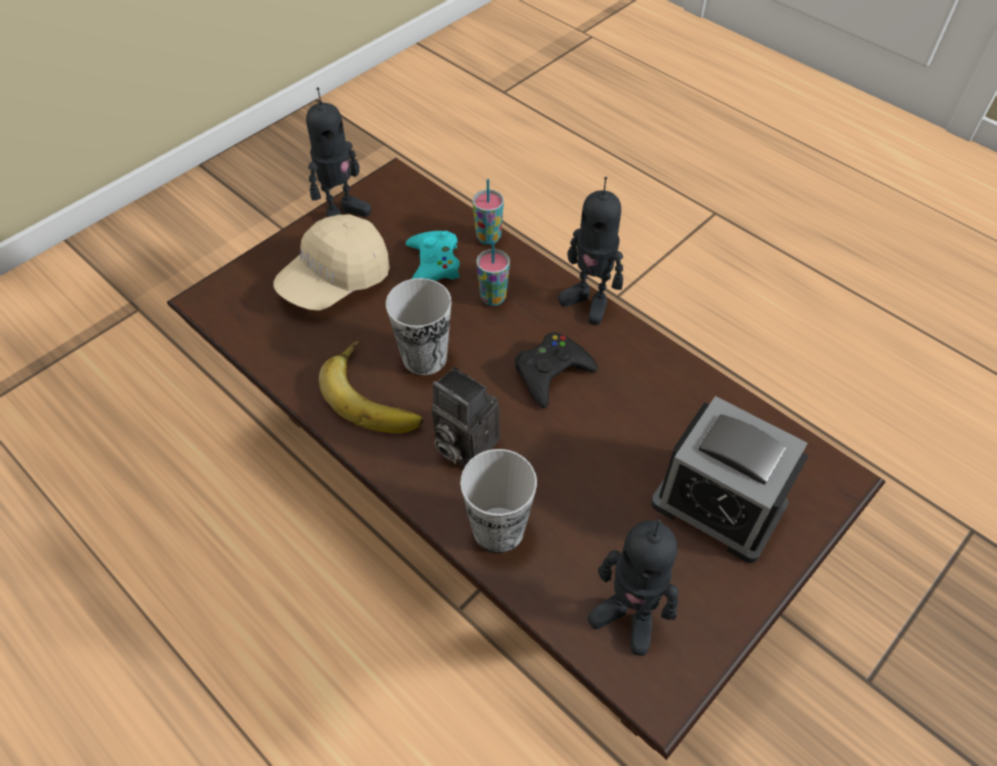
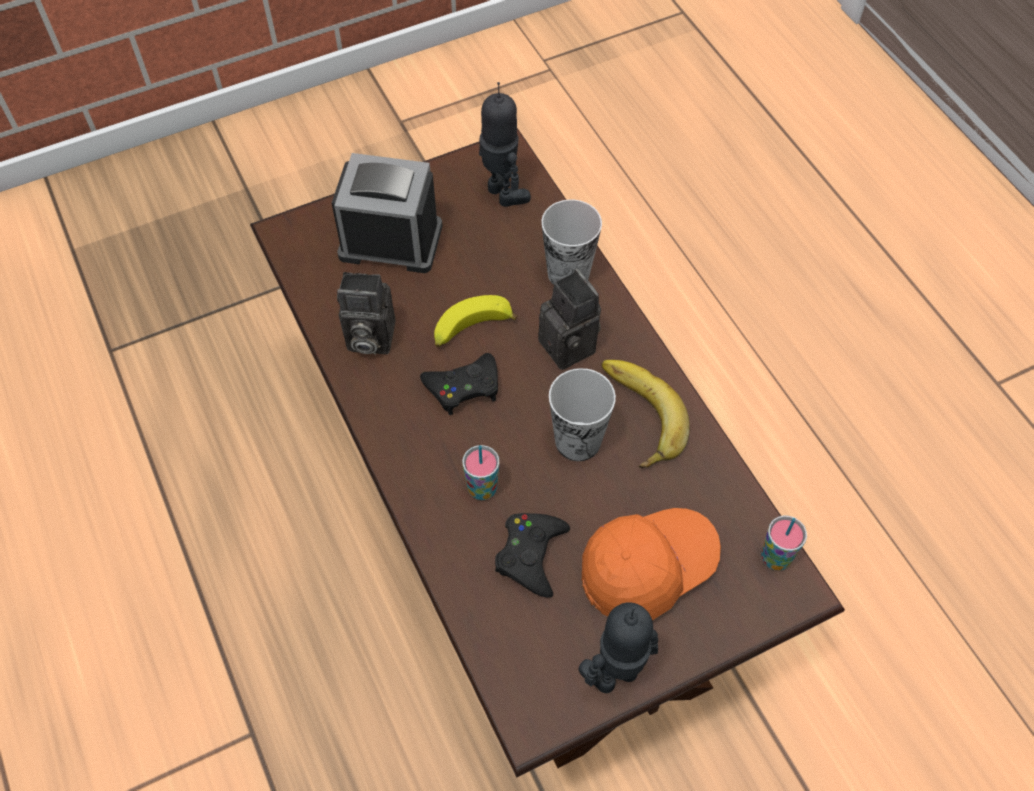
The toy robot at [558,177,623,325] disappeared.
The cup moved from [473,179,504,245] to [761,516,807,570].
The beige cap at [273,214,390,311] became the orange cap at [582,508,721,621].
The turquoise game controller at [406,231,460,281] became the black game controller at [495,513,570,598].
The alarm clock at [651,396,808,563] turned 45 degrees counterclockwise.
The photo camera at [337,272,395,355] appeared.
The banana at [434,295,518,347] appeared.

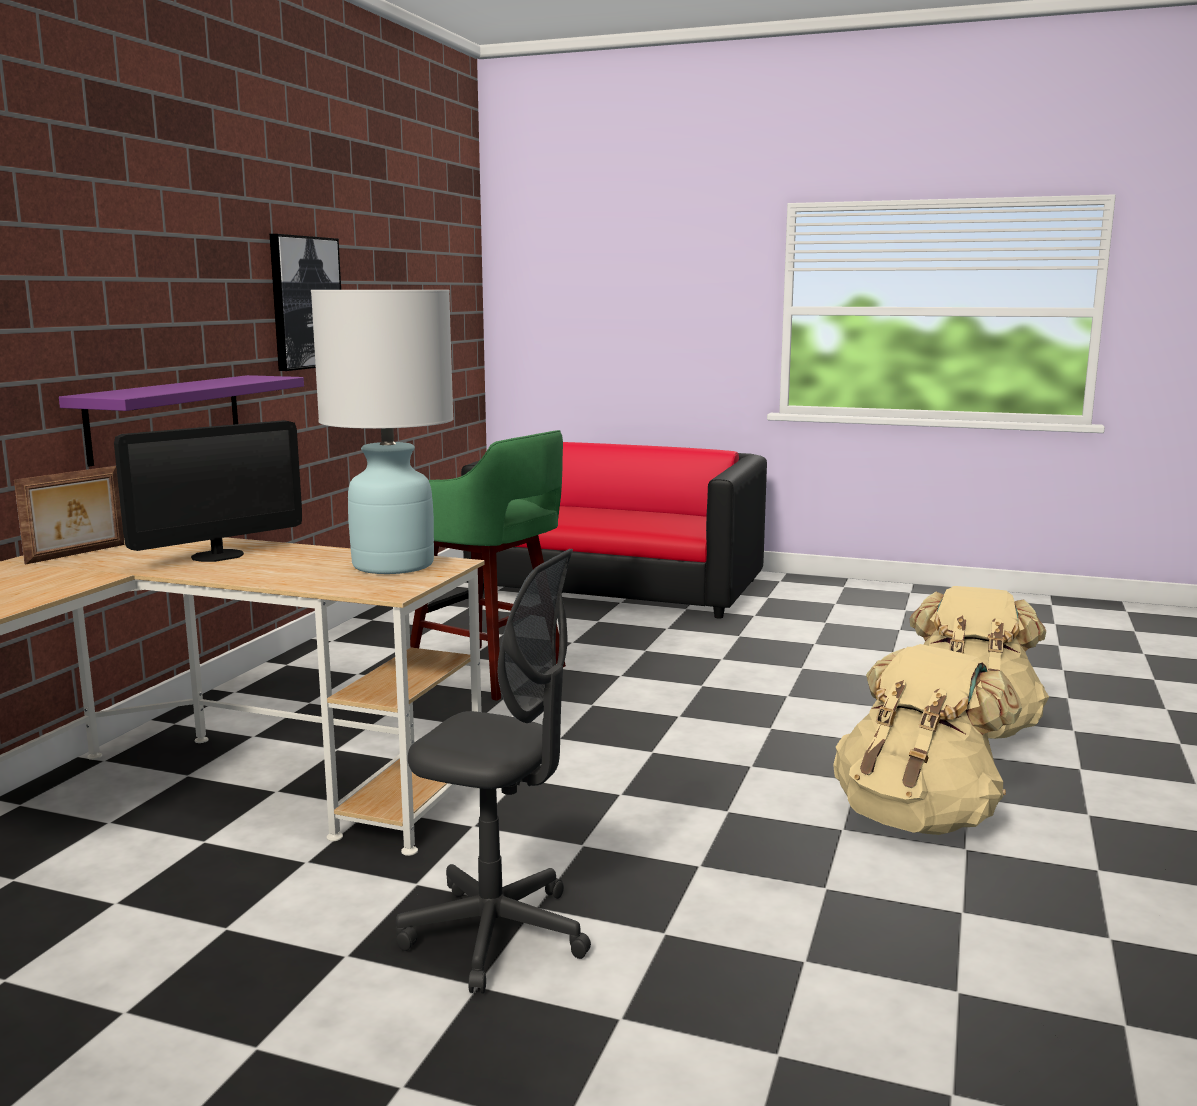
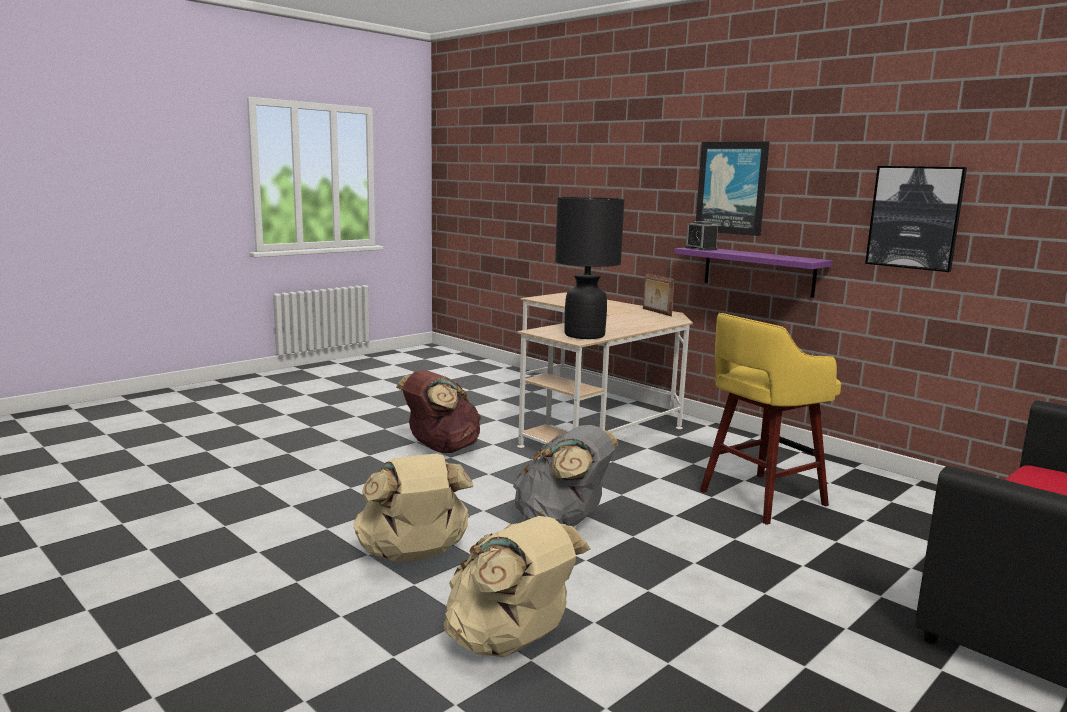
The white table lamp at [311,290,454,574] became the black table lamp at [555,197,625,339].
The monitor at [114,420,302,562] disappeared.
The green stool at [410,430,566,701] became the yellow stool at [700,313,841,525].
The grey office chair at [396,549,591,993] was replaced by the brown backpack at [396,370,481,453].
The picture at [696,142,770,236] appeared.
The alarm clock at [685,221,718,251] appeared.
The grey backpack at [513,425,618,527] appeared.

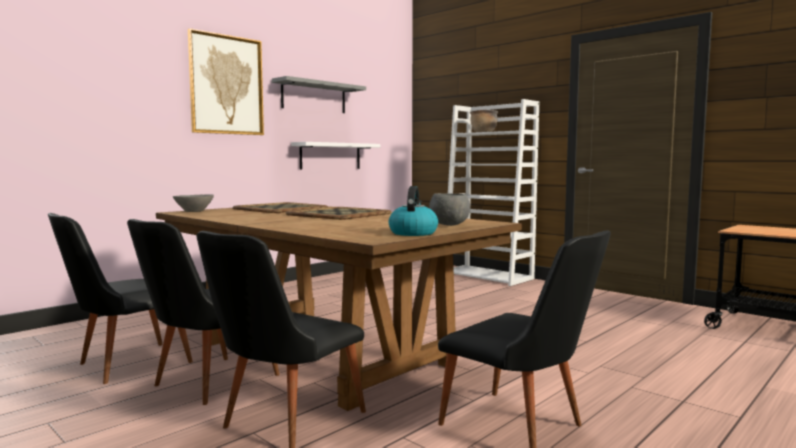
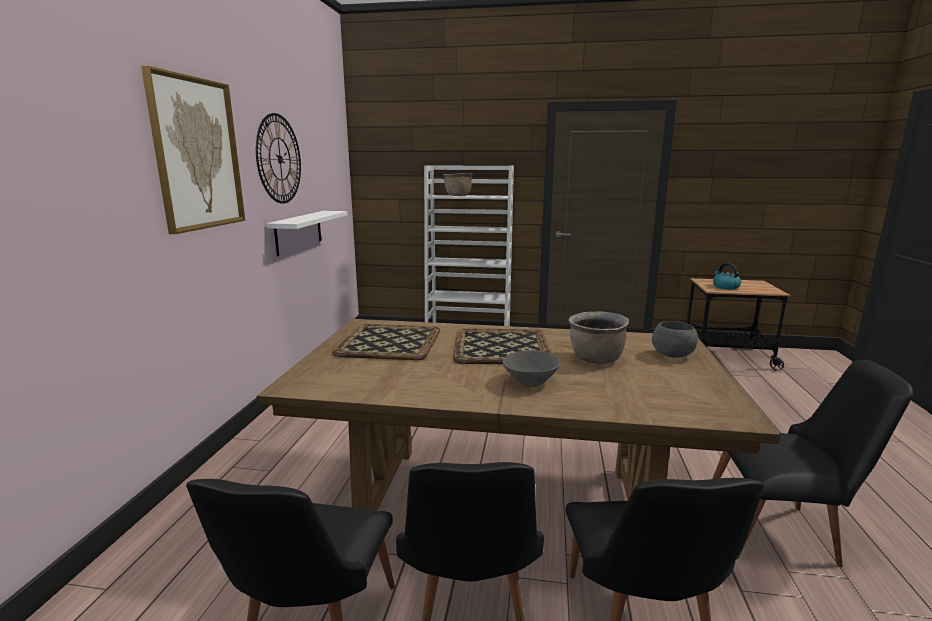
The grey shelf at [272,76,366,113] was replaced by the wall clock at [256,113,301,204].
The kettle moved from [389,186,438,236] to [713,263,741,290].
The grey bowl moved from [173,194,214,212] to [503,350,561,387].
The brown cooking pot at [568,312,629,364] appeared.

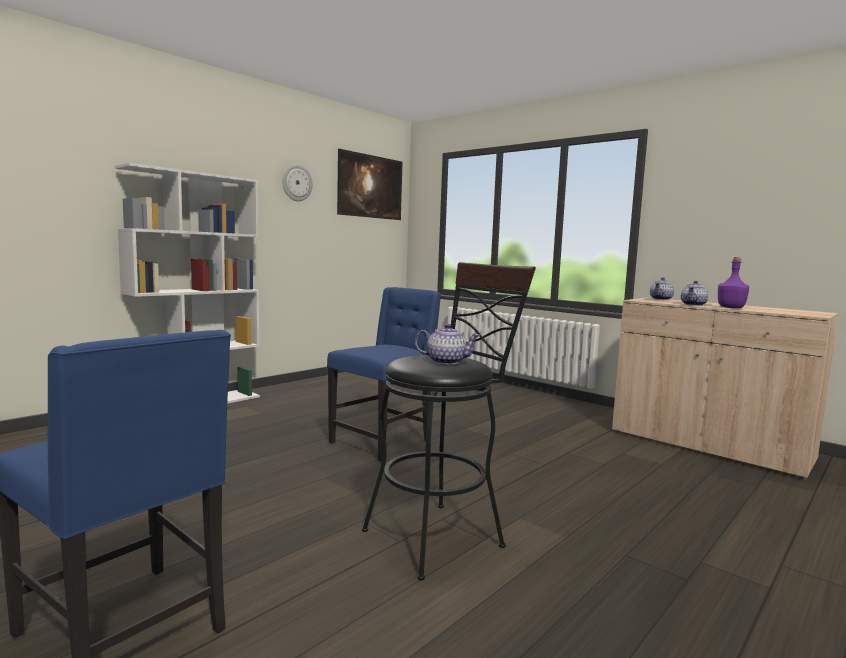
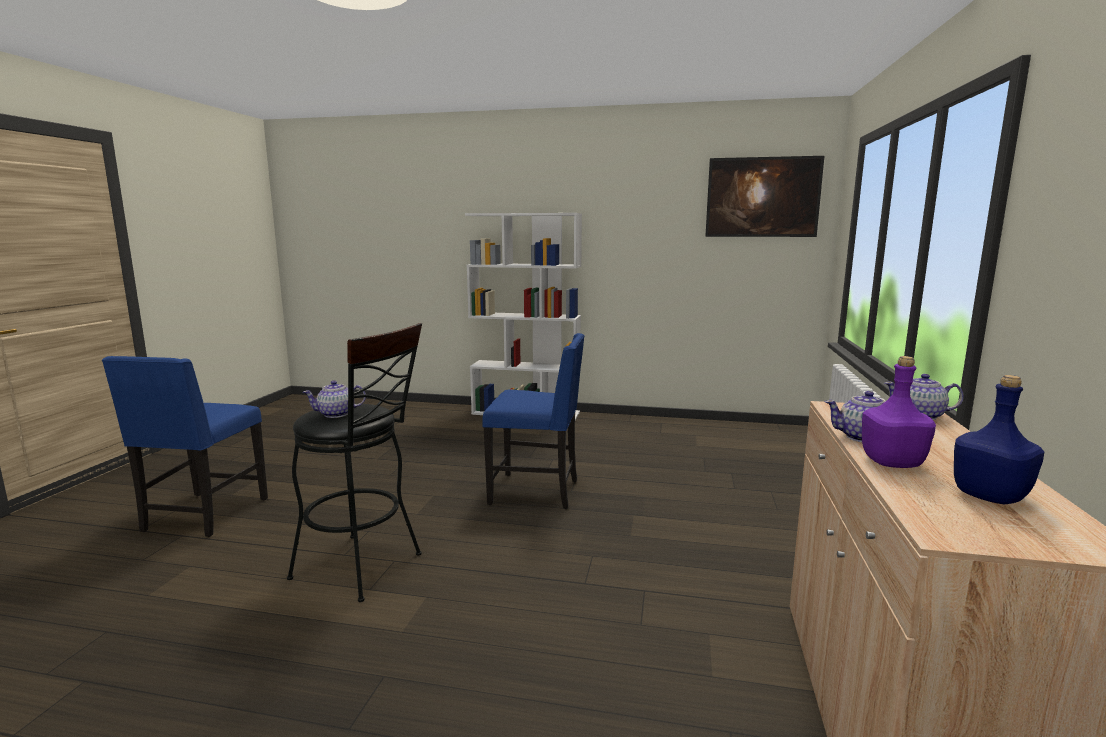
The wall clock at [282,164,313,201] disappeared.
The teapot at [415,324,481,365] turned 90 degrees clockwise.
The blue bottle at [954,375,1044,504] appeared.

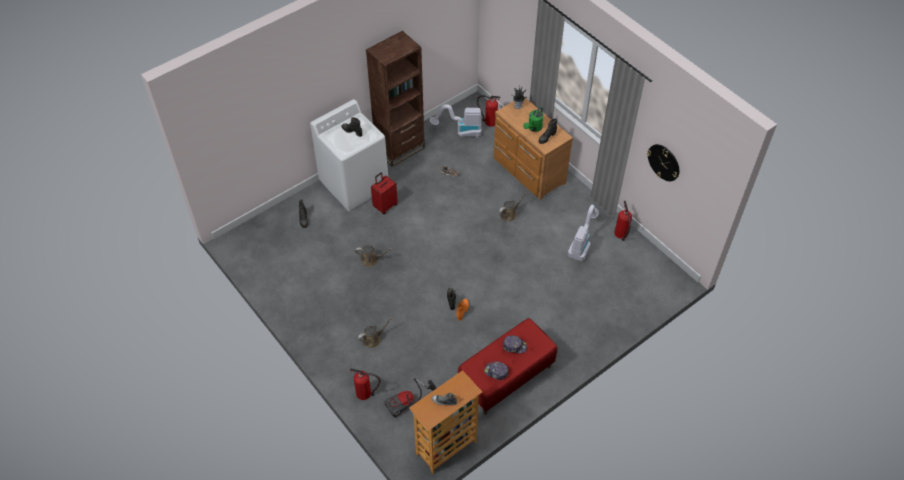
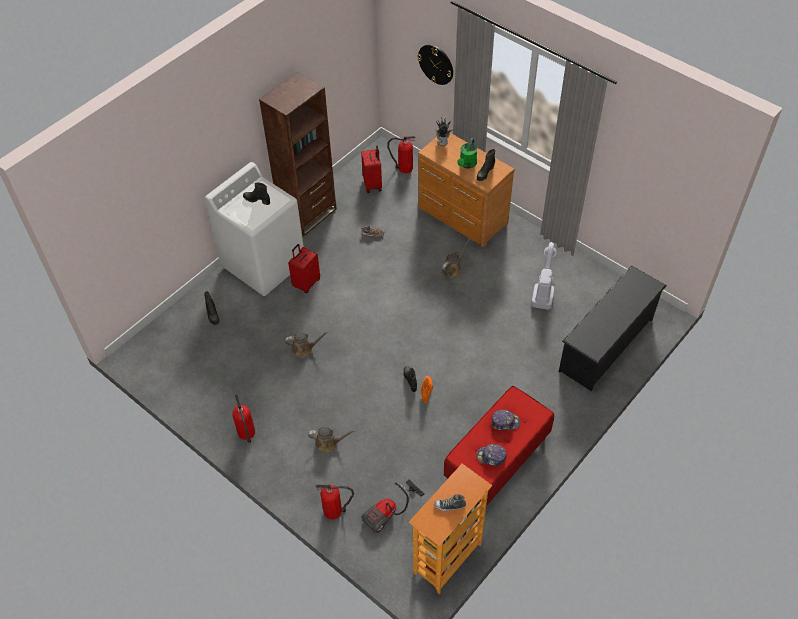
The vacuum cleaner at [430,104,481,138] was replaced by the red suitcase at [361,146,382,193].
The wall clock moved from [647,144,679,181] to [417,44,453,85].
The fire extinguisher moved from [615,201,632,241] to [232,395,255,443].
The brown watering can at [358,316,393,348] turned 45 degrees clockwise.
The black shoe rack at [559,266,667,391] appeared.

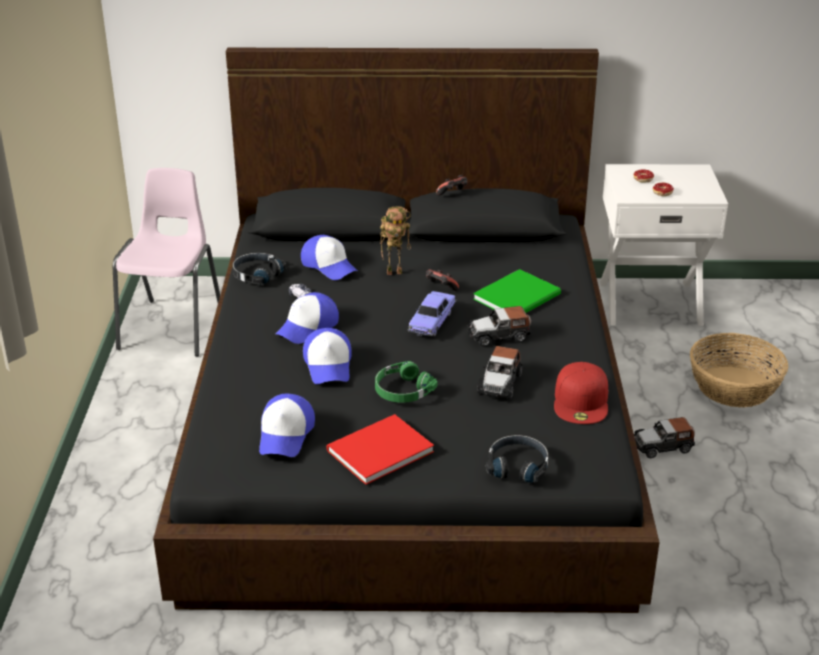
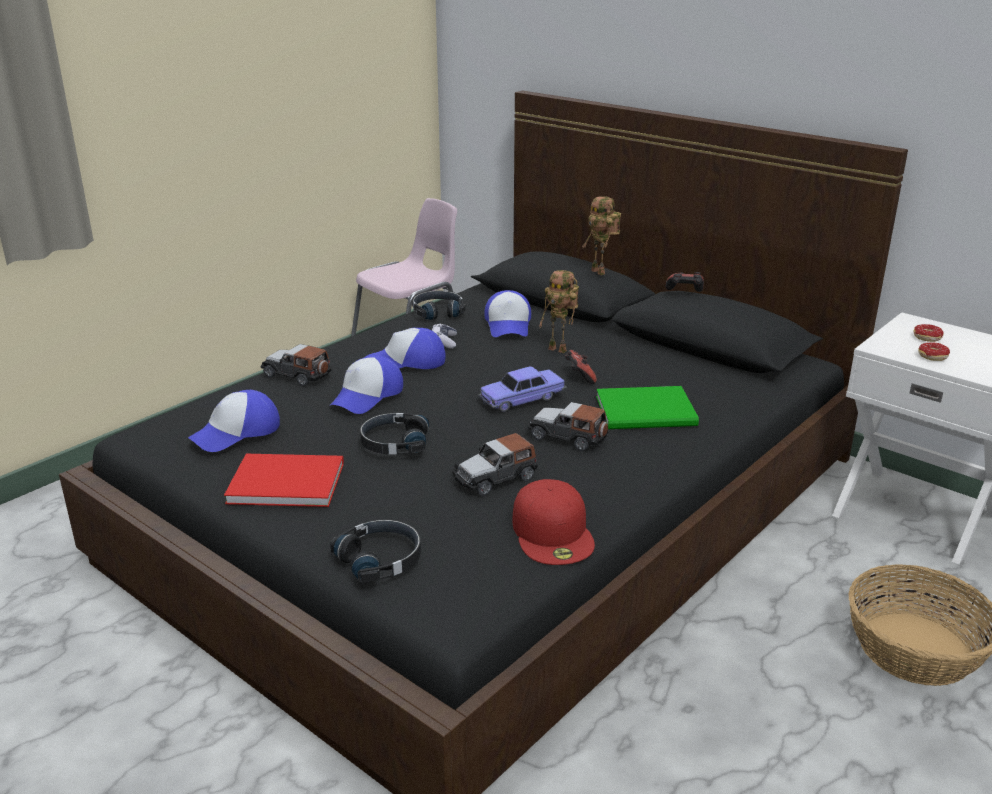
The green headphones at [375,361,438,403] became the black headphones at [360,413,430,455].
The red cap at [554,362,609,424] turned 60 degrees counterclockwise.
The toy car moved from [634,417,695,458] to [261,344,332,386].
The toy robot at [582,196,621,275] appeared.

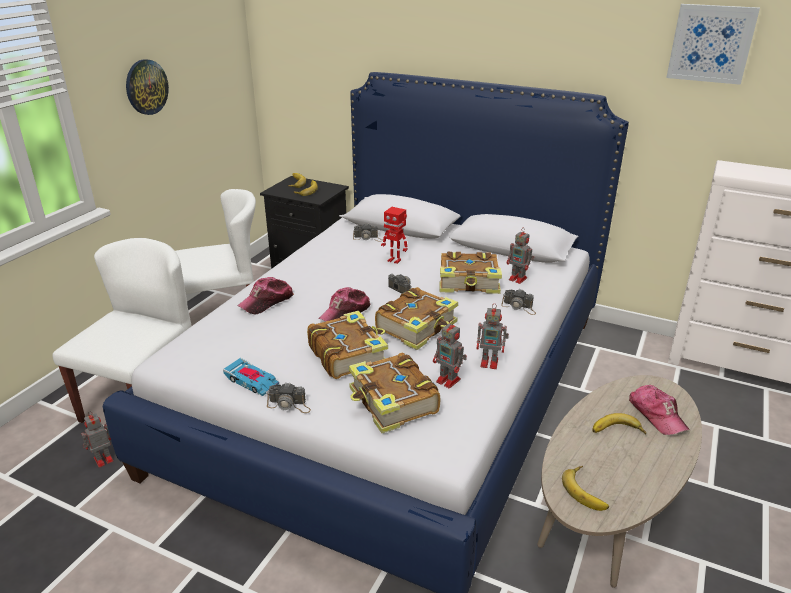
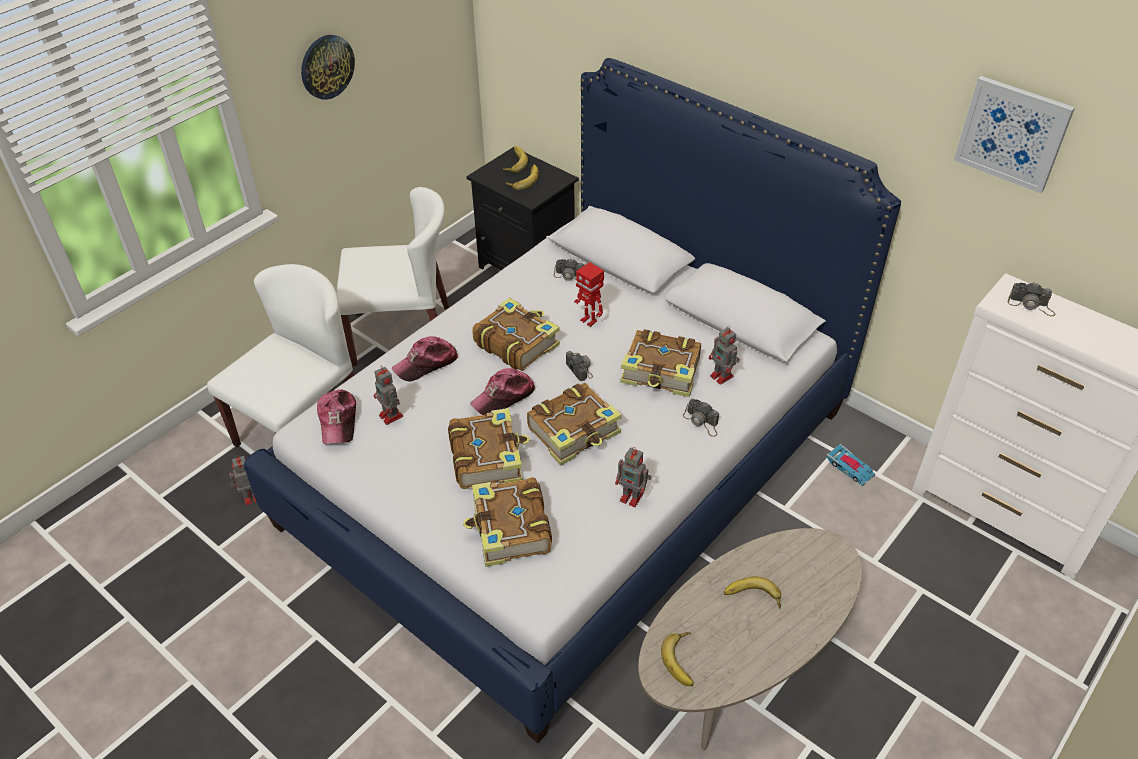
The toy robot moved from [433,320,467,388] to [374,367,403,425].
The toy car moved from [223,358,279,396] to [827,444,875,486].
The photo camera moved from [267,383,311,413] to [1008,283,1055,316].
The cap moved from [629,385,690,435] to [317,390,356,444].
The book at [472,297,560,371] appeared.

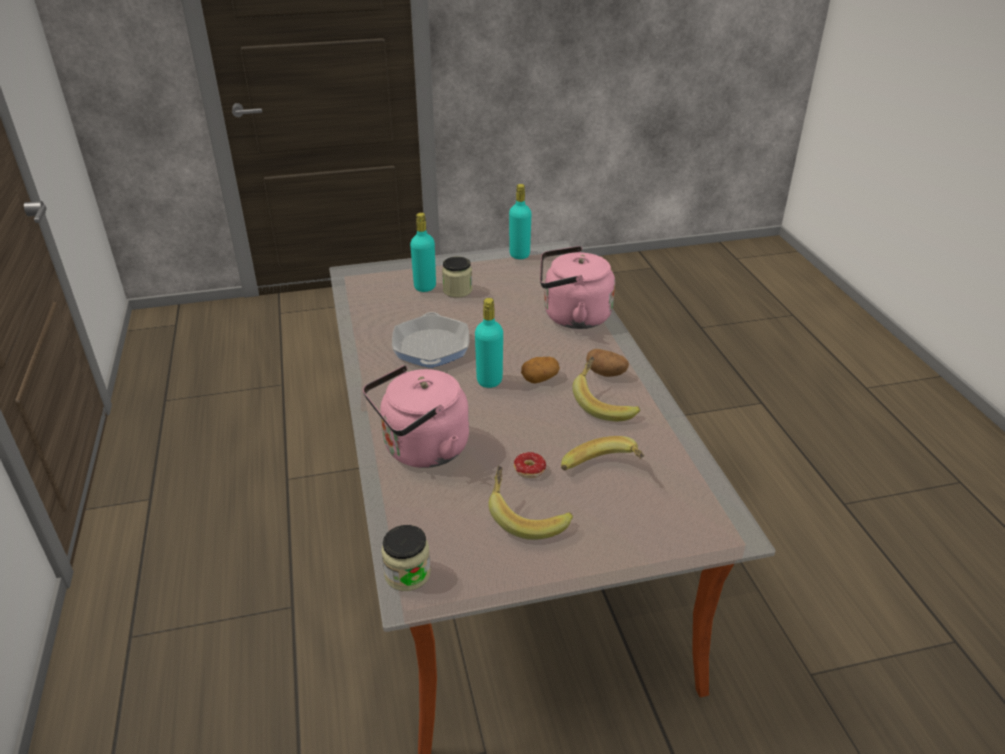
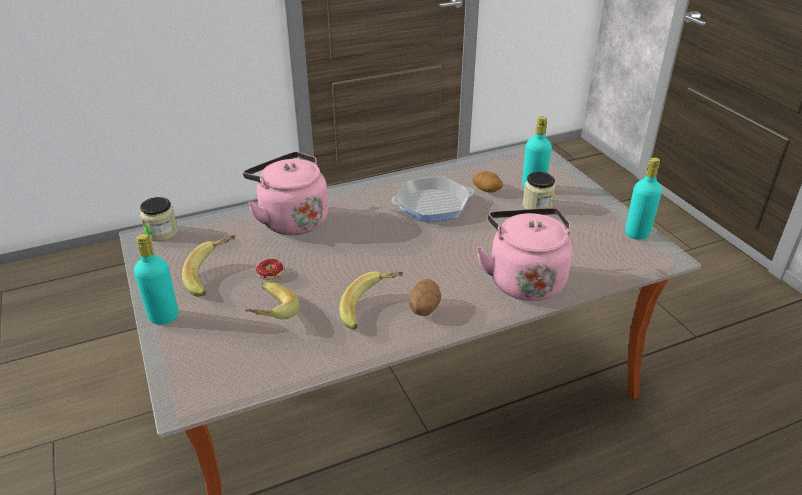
The turquoise bottle moved from [475,298,503,388] to [134,234,178,325].
The potato moved from [521,357,560,383] to [473,171,503,193].

